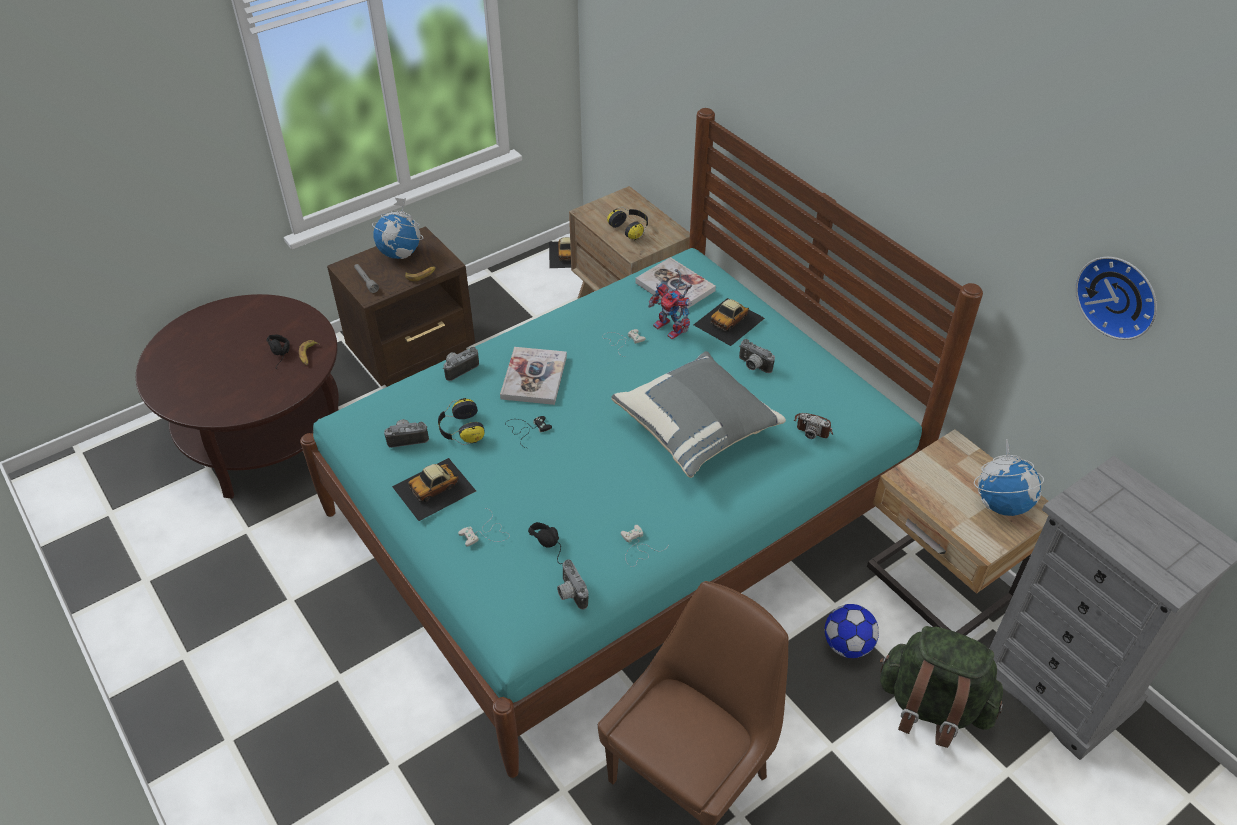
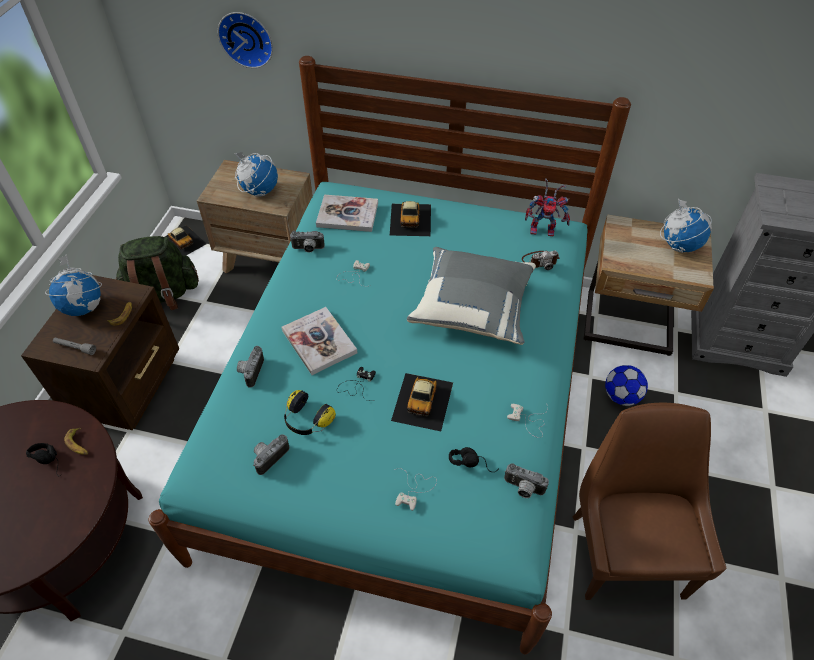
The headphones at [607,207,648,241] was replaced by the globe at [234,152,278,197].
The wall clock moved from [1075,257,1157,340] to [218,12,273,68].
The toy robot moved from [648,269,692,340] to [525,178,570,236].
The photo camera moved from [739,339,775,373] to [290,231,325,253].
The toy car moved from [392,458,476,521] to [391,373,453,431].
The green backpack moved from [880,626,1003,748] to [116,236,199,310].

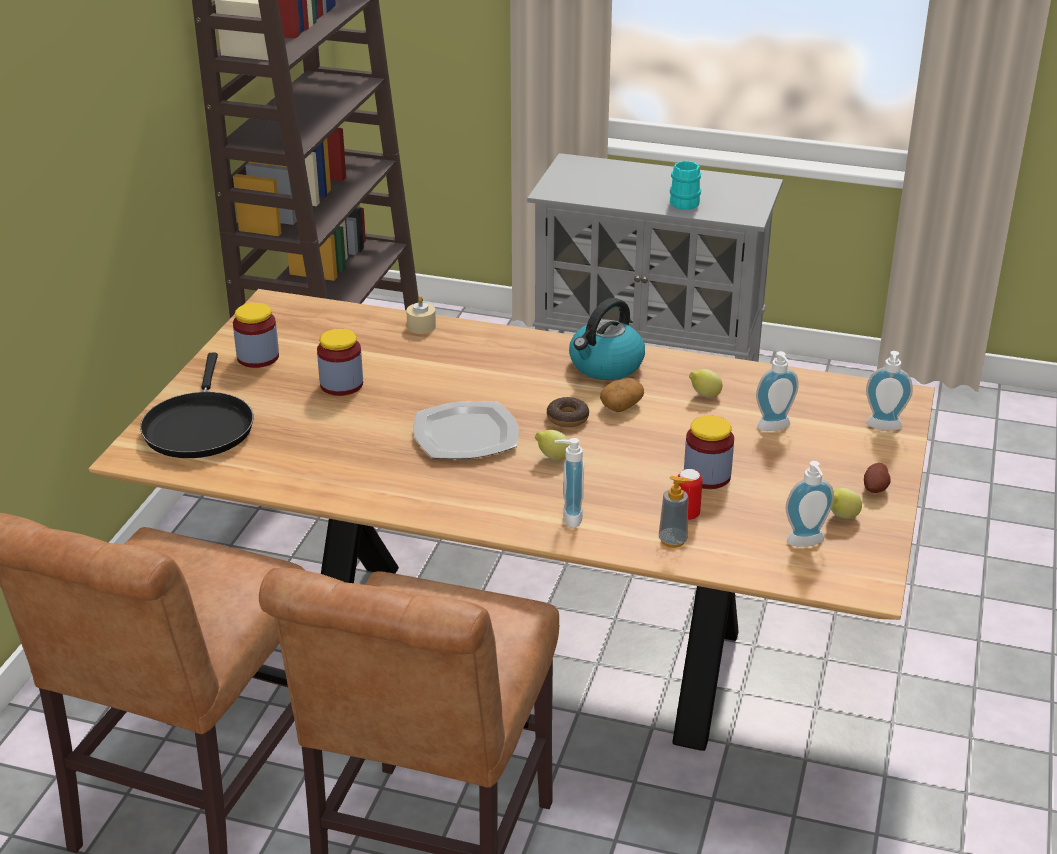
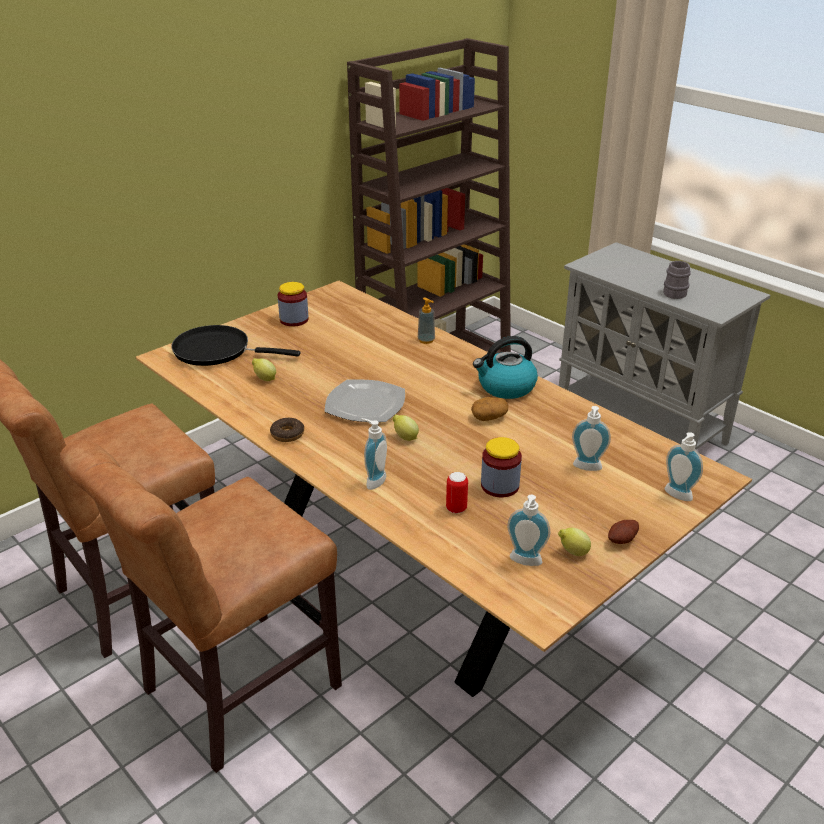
The turquoise mug at [670,161,701,210] became the grey mug at [663,261,691,299].
The beige candle at [406,296,436,334] disappeared.
The jar at [317,329,363,396] disappeared.
The black frying pan at [140,353,253,458] turned 75 degrees clockwise.
The lemon moved from [689,369,723,398] to [252,358,276,381].
The donut moved from [547,397,589,427] to [270,418,304,442].
The soap dispenser moved from [659,476,692,548] to [418,298,435,344].

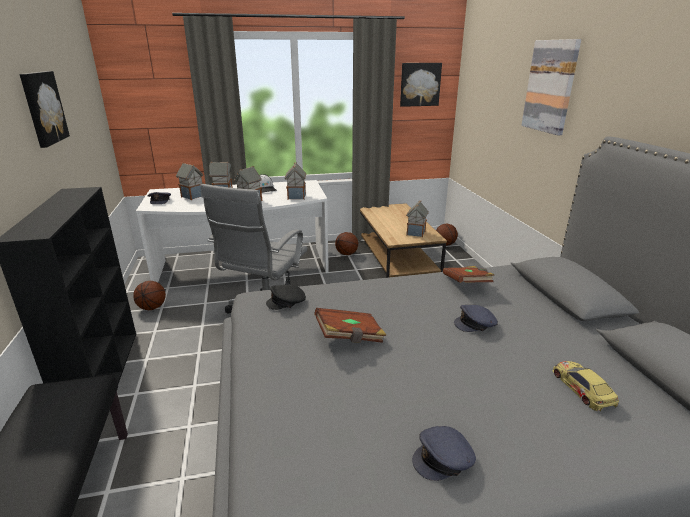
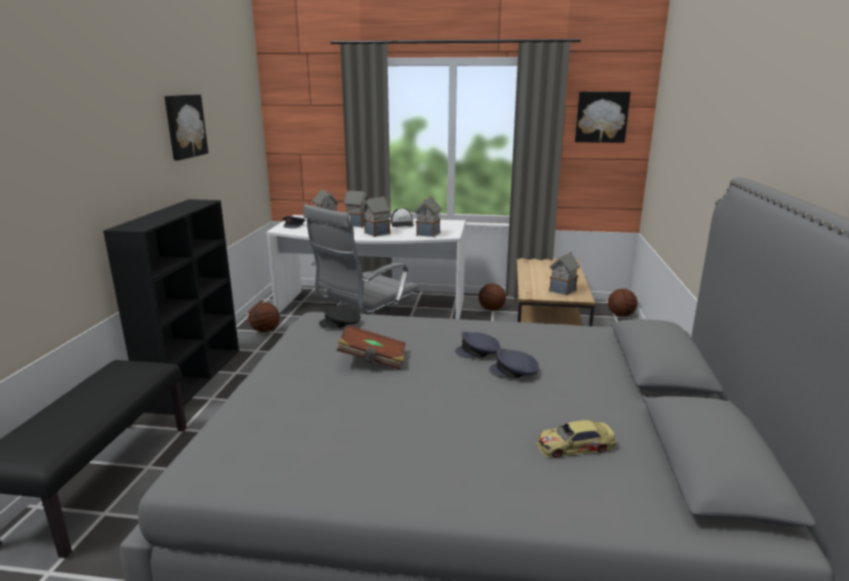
The picture at [521,39,581,135] disappeared.
The brown book at [443,266,494,283] disappeared.
The toy car at [553,361,619,411] turned 105 degrees counterclockwise.
The grey cap moved from [412,426,476,481] to [455,332,500,358].

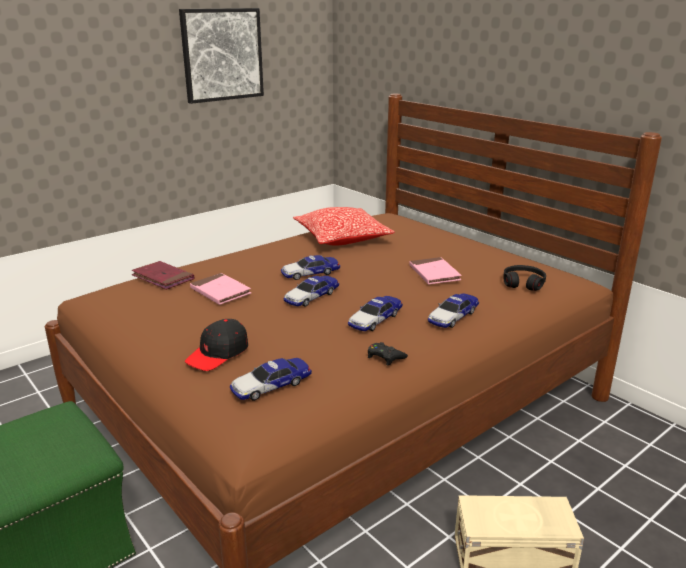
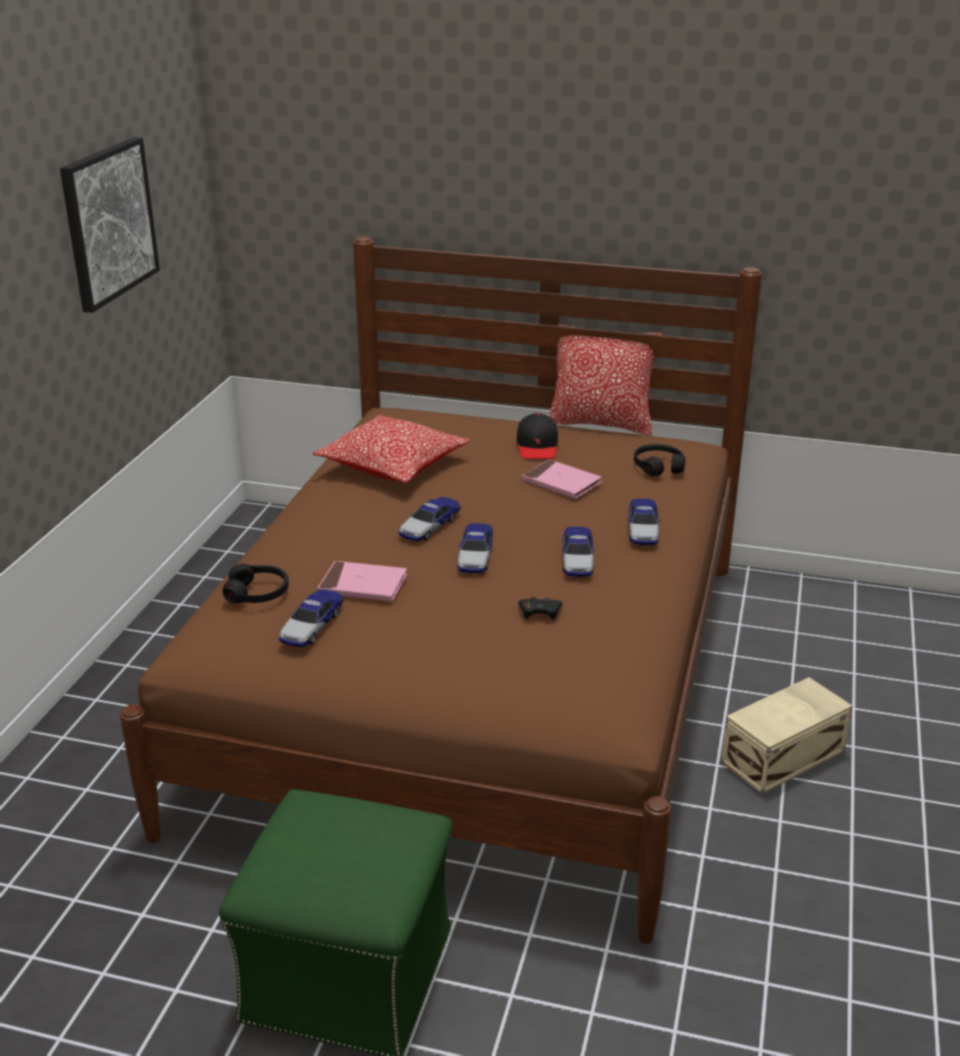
The red book at [131,261,194,290] was replaced by the black headphones at [222,564,289,603].
The black cap moved from [185,319,248,371] to [517,413,558,459].
The black game controller moved from [368,342,408,365] to [518,597,563,620].
The toy car moved from [230,358,312,401] to [279,589,344,647].
The pillow at [549,324,663,436] appeared.

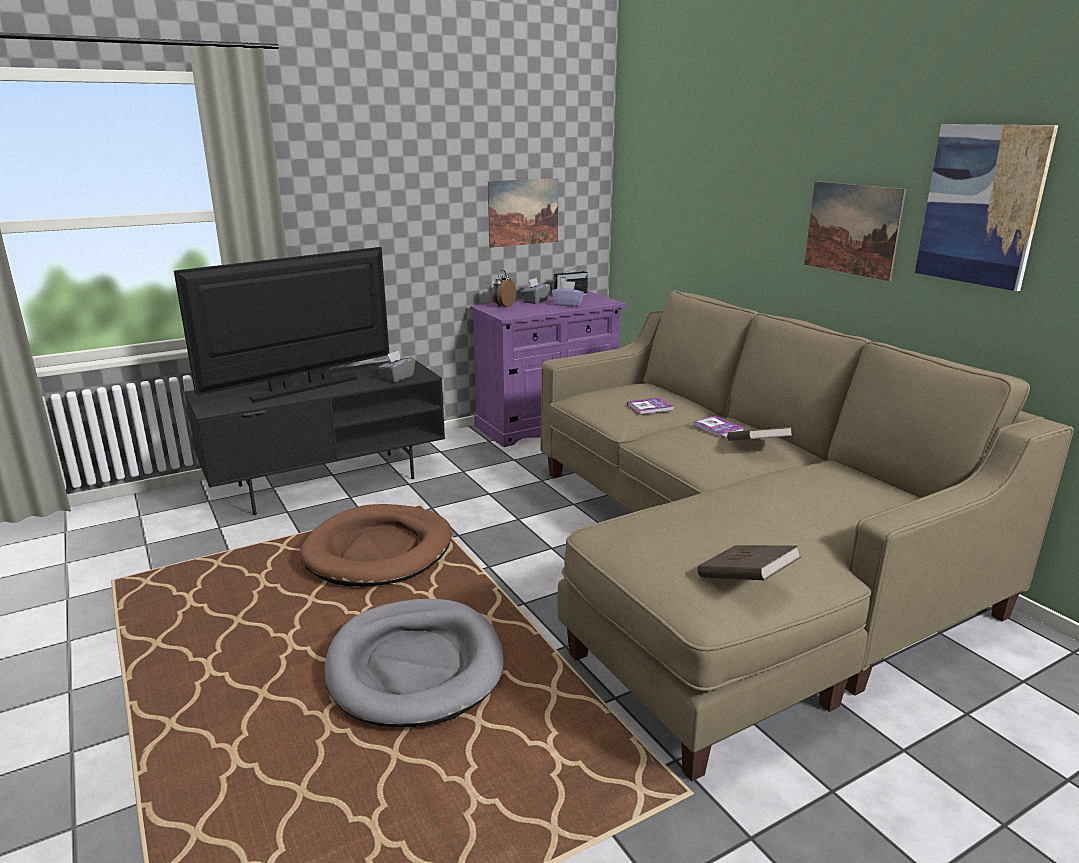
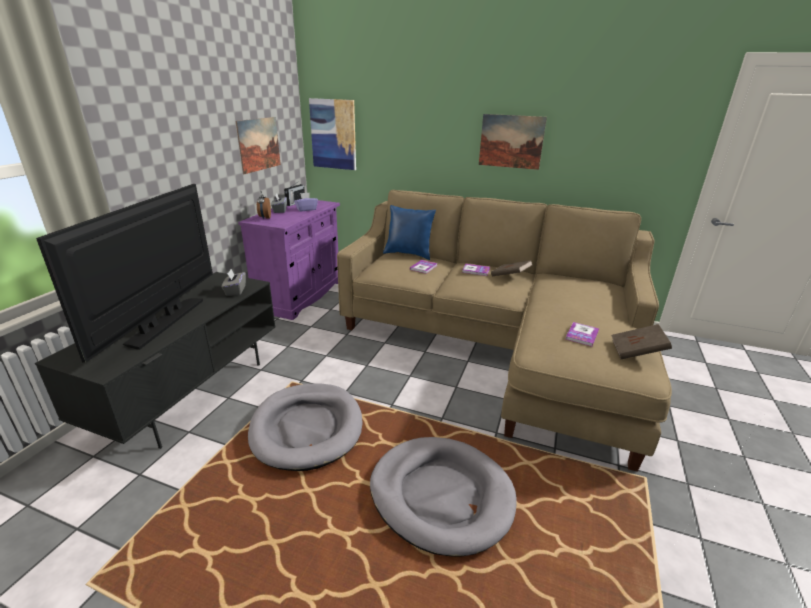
The picture moved from [915,124,1058,291] to [309,98,356,170].
The brown dog bed at [300,504,452,586] became the grey dog bed at [248,383,362,471].
The blue pillow at [383,205,436,260] appeared.
The book at [566,322,599,347] appeared.

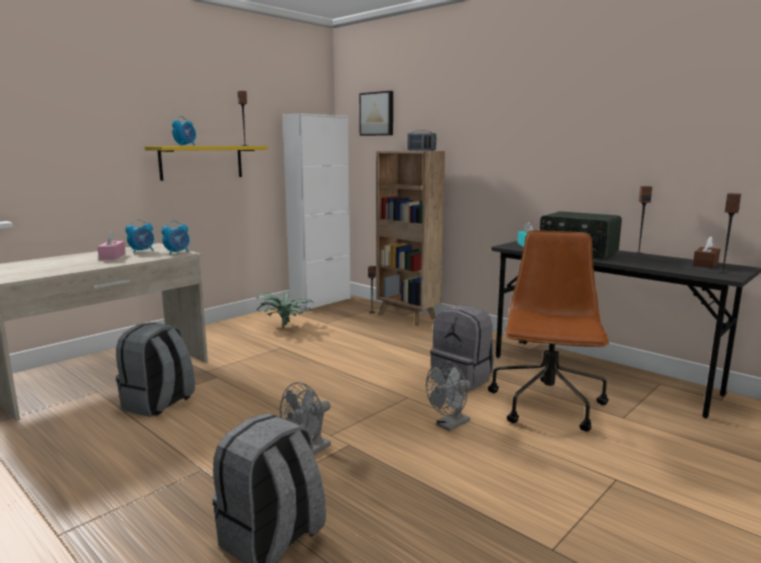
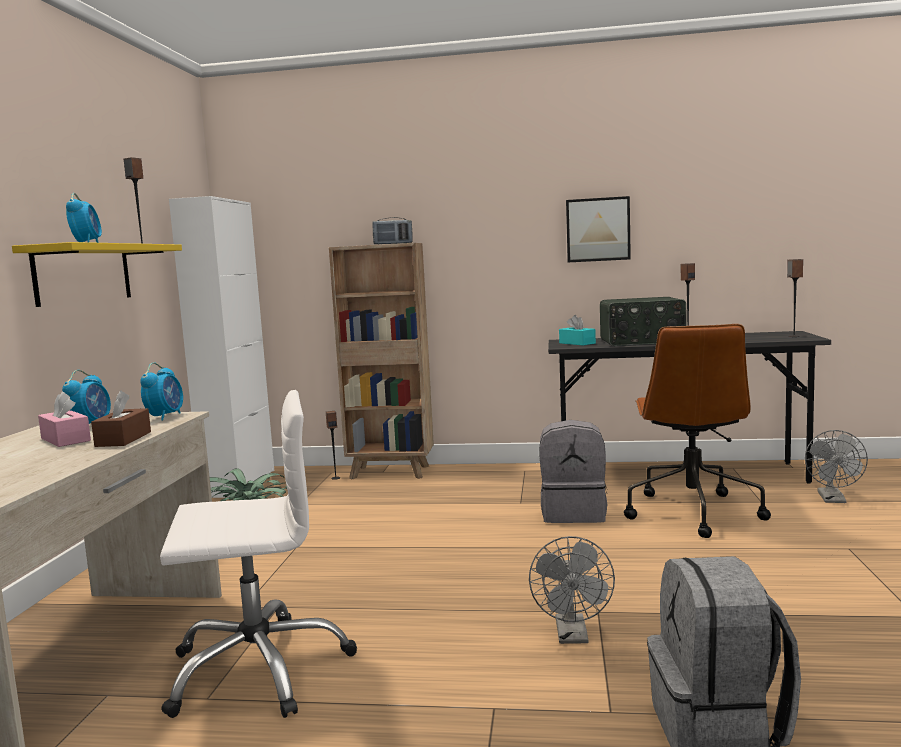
The picture moved from [359,91,393,136] to [566,196,631,262].
The brown office chair at [488,230,609,431] turned 150 degrees counterclockwise.
The brown tissue box moved from [693,236,720,268] to [91,390,151,447].
The grey backpack at [116,322,195,417] was replaced by the white office chair at [160,390,357,718].
The grey fan moved from [426,361,471,431] to [805,430,868,503].

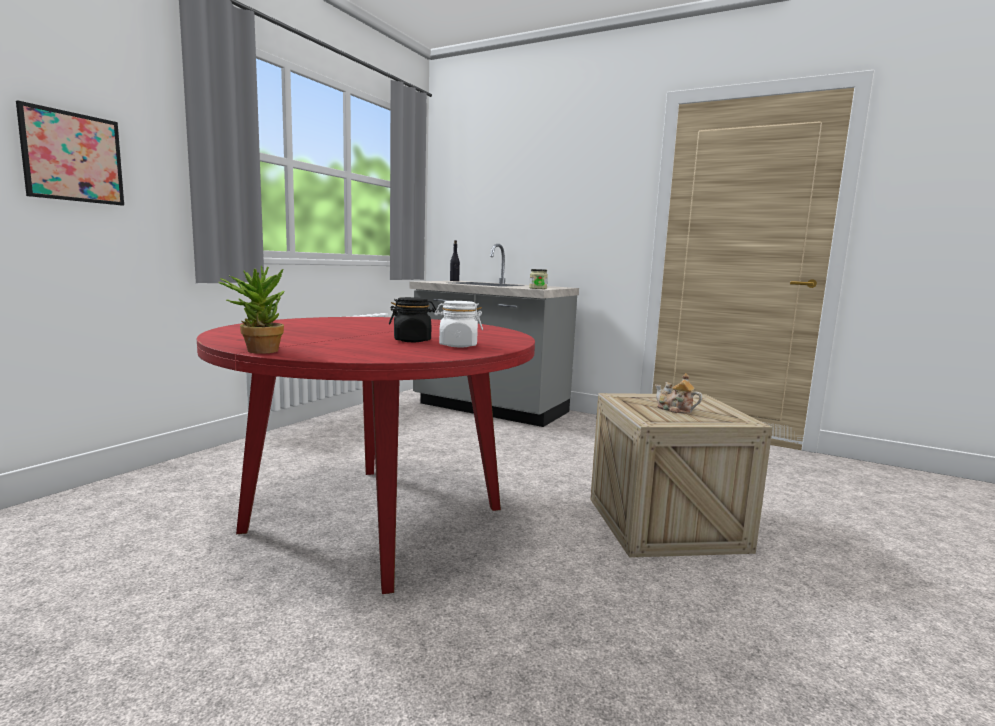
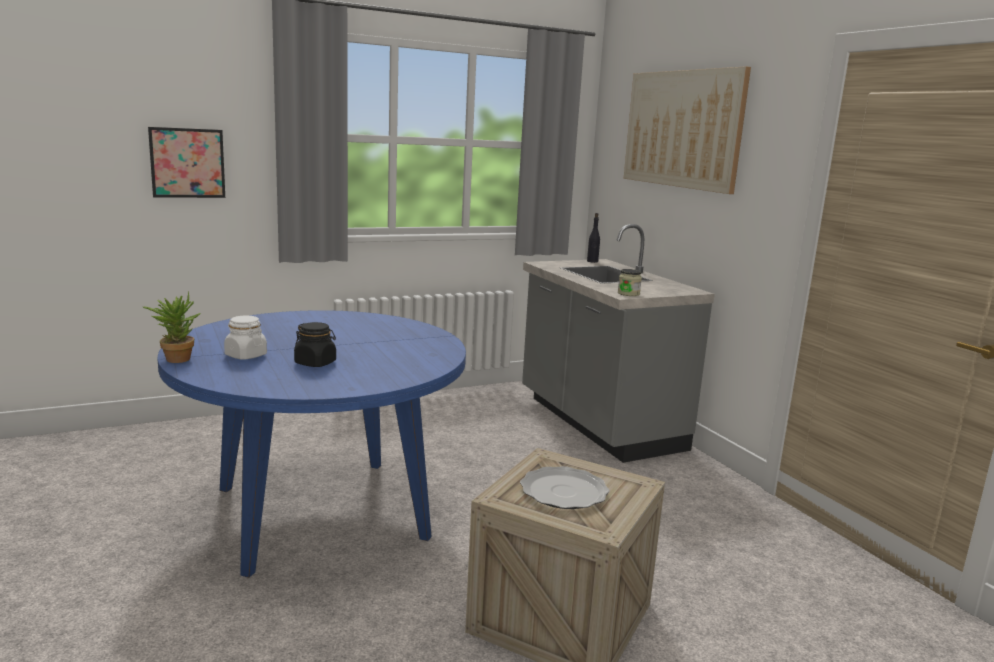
The white jar moved from [434,301,483,348] to [224,316,267,360].
The red dining table at [197,317,535,594] became the blue dining table at [158,310,466,578].
The teapot at [655,373,702,413] was replaced by the plate at [520,466,610,509].
The picture at [624,66,751,194] appeared.

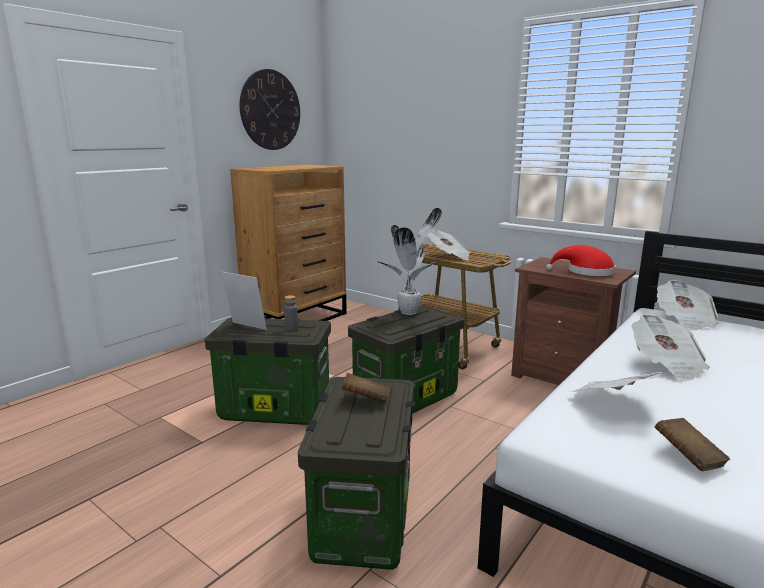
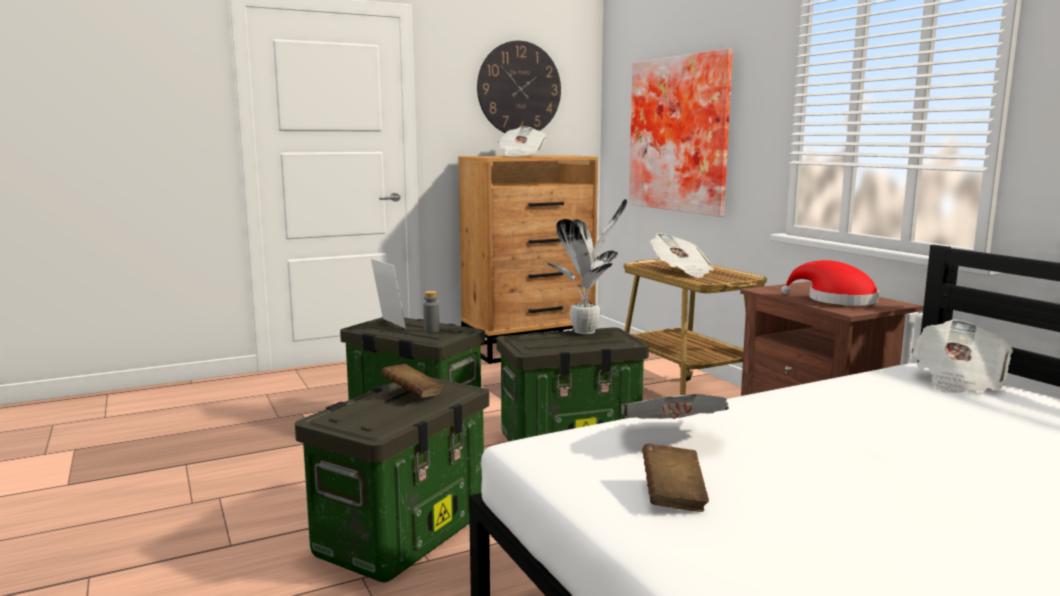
The newspaper moved from [631,313,710,381] to [498,127,547,157].
The picture at [629,48,733,217] appeared.

